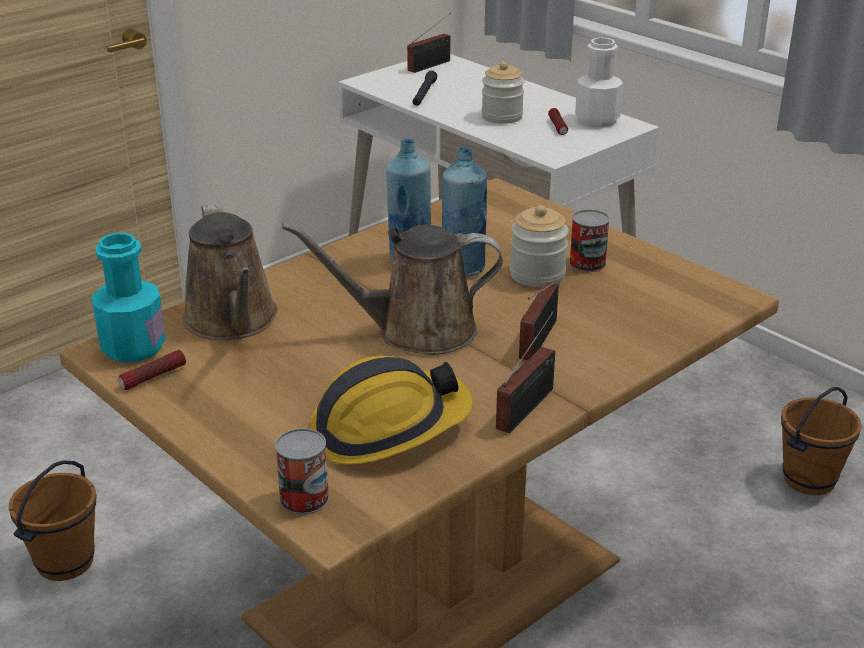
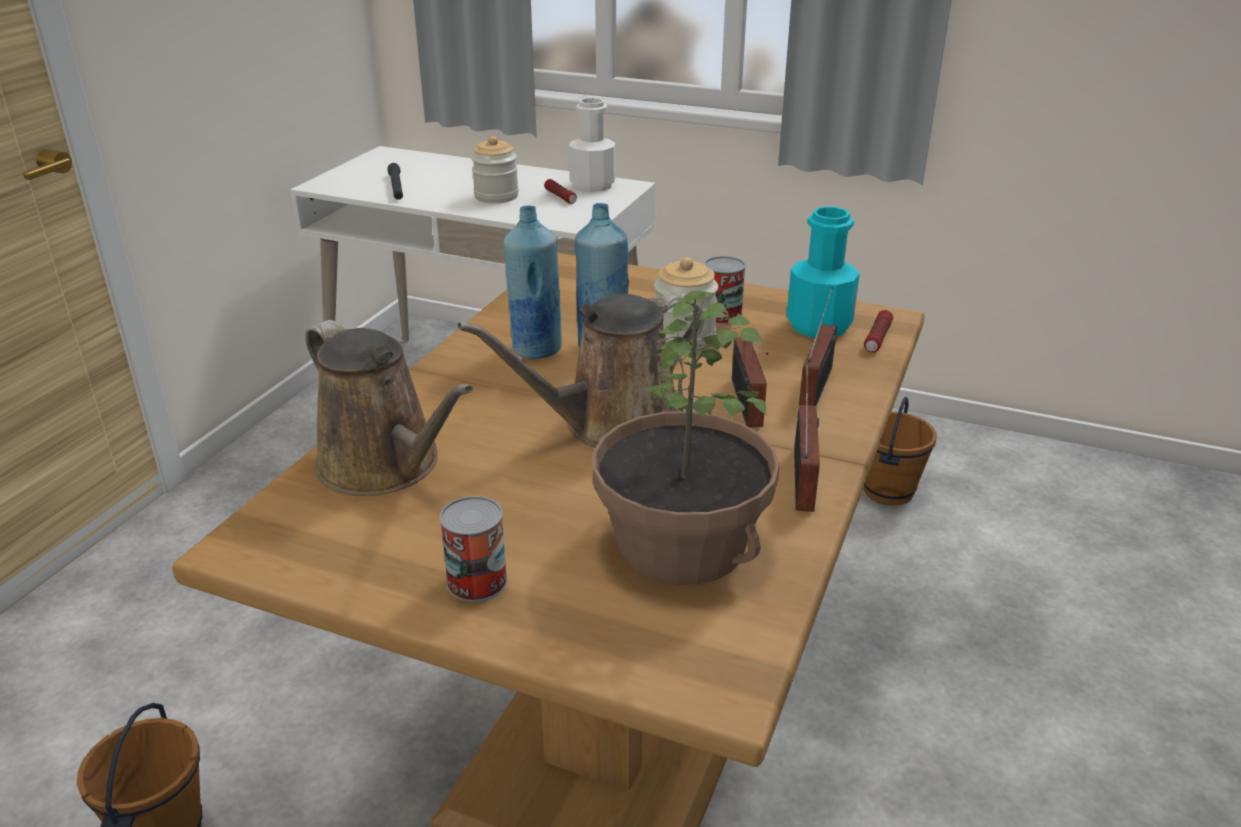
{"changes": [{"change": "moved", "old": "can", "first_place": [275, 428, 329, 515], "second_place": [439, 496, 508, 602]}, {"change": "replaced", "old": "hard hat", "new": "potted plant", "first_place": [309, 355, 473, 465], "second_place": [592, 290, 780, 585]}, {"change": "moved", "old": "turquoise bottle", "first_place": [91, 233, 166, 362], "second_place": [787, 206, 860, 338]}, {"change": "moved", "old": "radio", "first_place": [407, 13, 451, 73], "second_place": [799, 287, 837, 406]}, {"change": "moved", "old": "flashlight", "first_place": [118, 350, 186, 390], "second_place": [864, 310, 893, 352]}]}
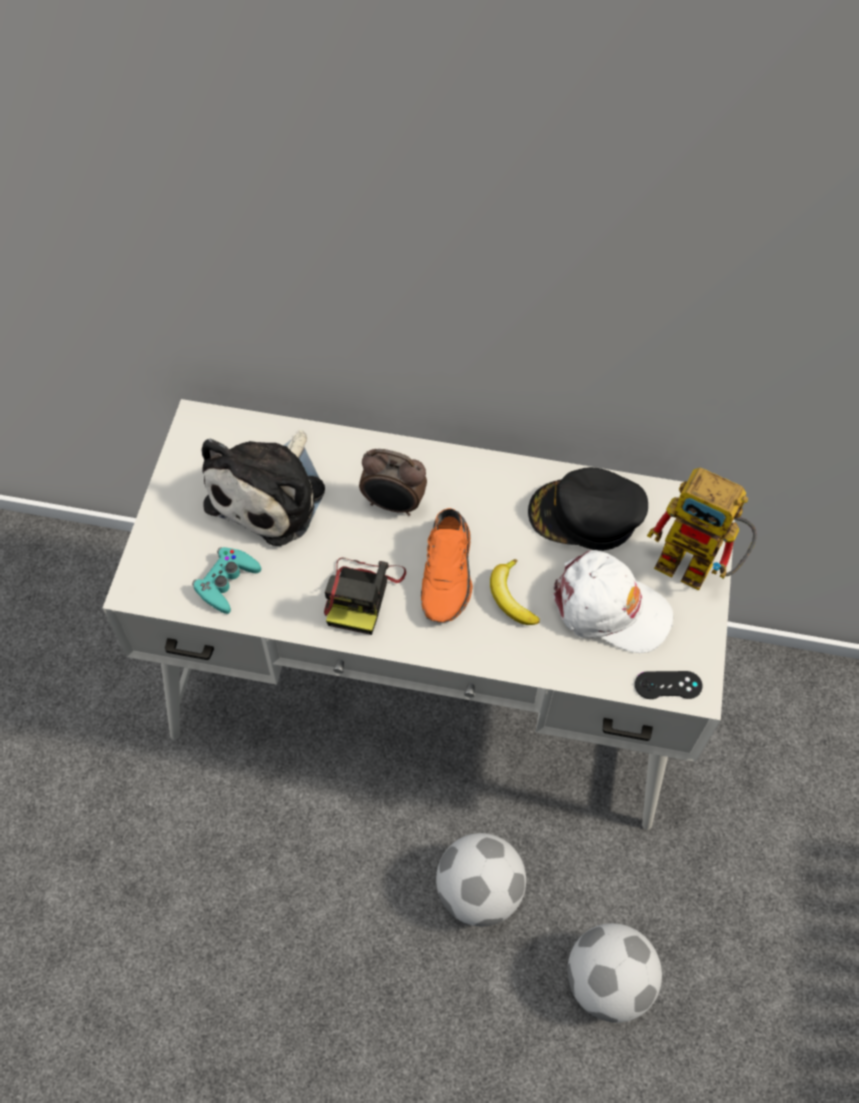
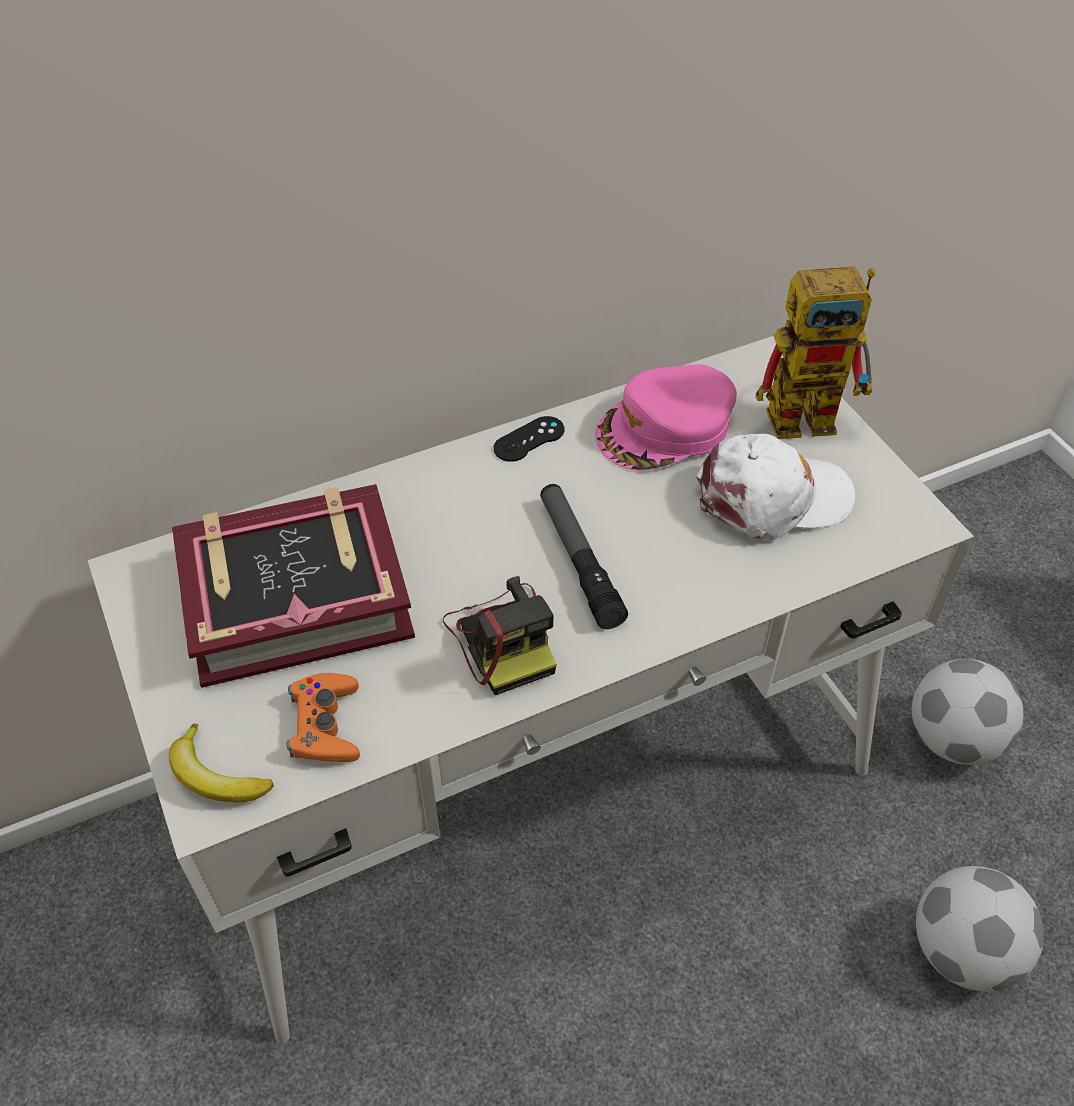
{"changes": [{"change": "moved", "old": "banana", "first_place": [490, 559, 540, 625], "second_place": [169, 723, 274, 802]}, {"change": "replaced", "old": "plush toy", "new": "book", "first_place": [202, 430, 325, 546], "second_place": [172, 484, 415, 688]}, {"change": "recoloured", "old": "turquoise game controller", "new": "orange game controller", "first_place": [192, 547, 261, 614], "second_place": [286, 673, 360, 762]}, {"change": "moved", "old": "black game controller", "first_place": [635, 671, 702, 699], "second_place": [493, 416, 564, 462]}, {"change": "replaced", "old": "orange shoe", "new": "flashlight", "first_place": [421, 508, 473, 622], "second_place": [540, 484, 628, 629]}, {"change": "recoloured", "old": "black cap", "new": "pink cap", "first_place": [528, 467, 648, 551], "second_place": [595, 364, 737, 471]}, {"change": "moved", "old": "football", "first_place": [436, 833, 526, 927], "second_place": [912, 659, 1024, 765]}, {"change": "removed", "old": "alarm clock", "first_place": [359, 449, 427, 516]}]}
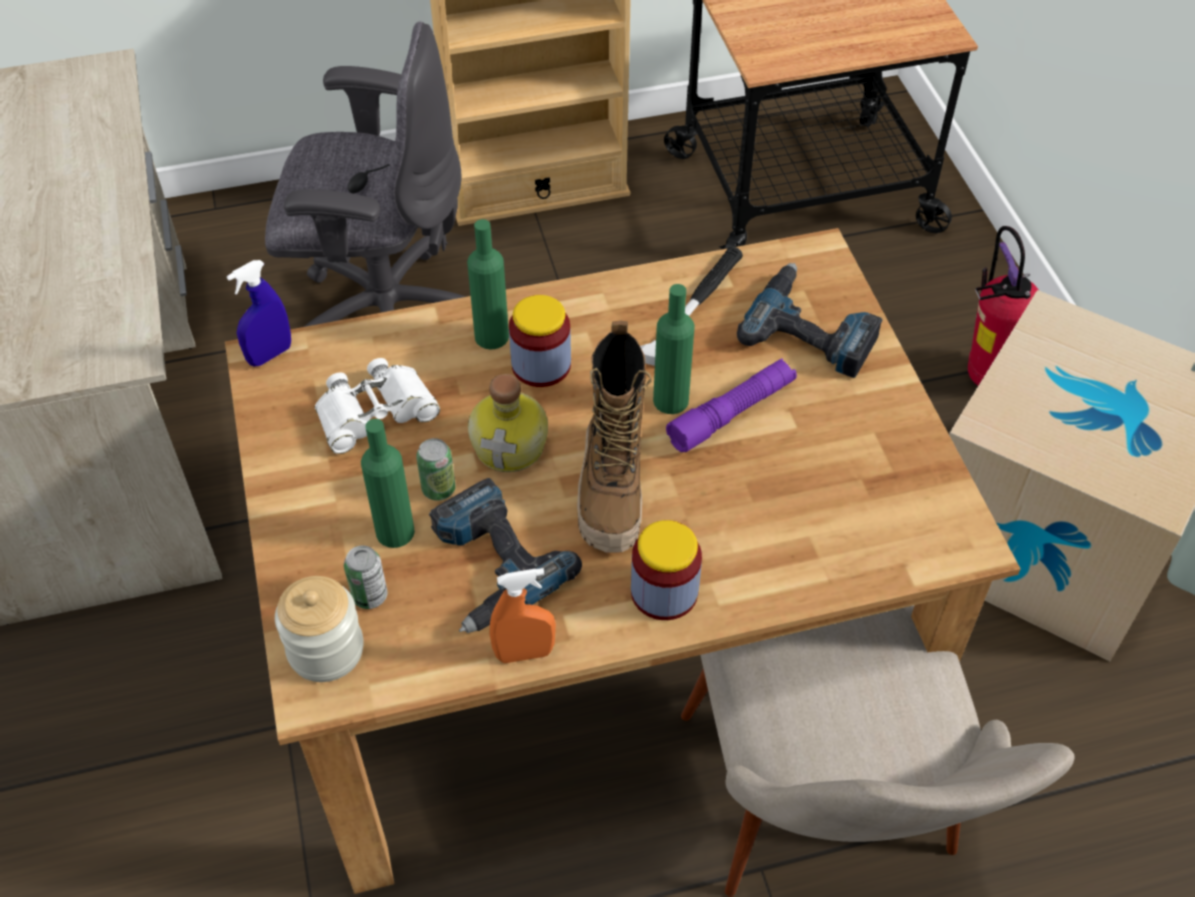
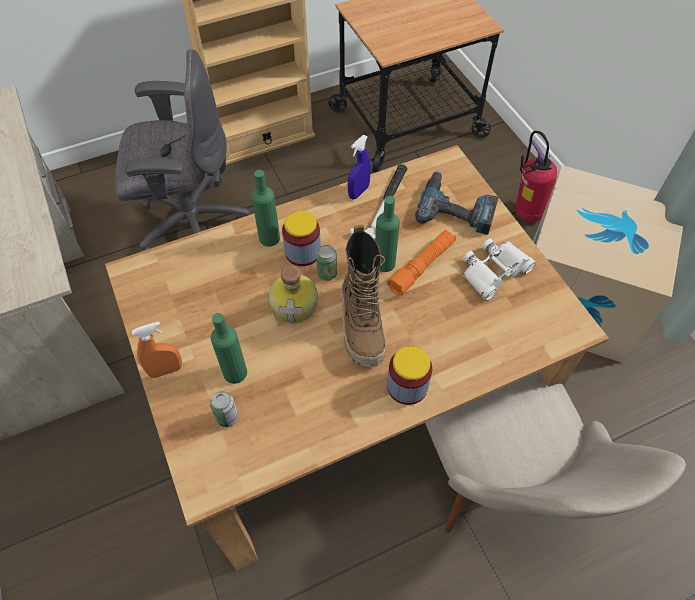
{"changes": [{"change": "moved", "old": "orange spray bottle", "first_place": [490, 568, 556, 663], "second_place": [132, 322, 182, 378]}, {"change": "moved", "old": "can", "first_place": [416, 438, 456, 501], "second_place": [316, 245, 337, 281]}, {"change": "moved", "old": "blue spray bottle", "first_place": [227, 260, 291, 367], "second_place": [348, 135, 371, 200]}, {"change": "recoloured", "old": "purple flashlight", "new": "orange flashlight", "first_place": [666, 358, 797, 452], "second_place": [387, 229, 456, 295]}, {"change": "moved", "old": "white binoculars", "first_place": [315, 358, 440, 454], "second_place": [462, 238, 536, 301]}, {"change": "removed", "old": "jar", "first_place": [275, 576, 364, 682]}, {"change": "removed", "old": "power drill", "first_place": [429, 478, 582, 633]}]}
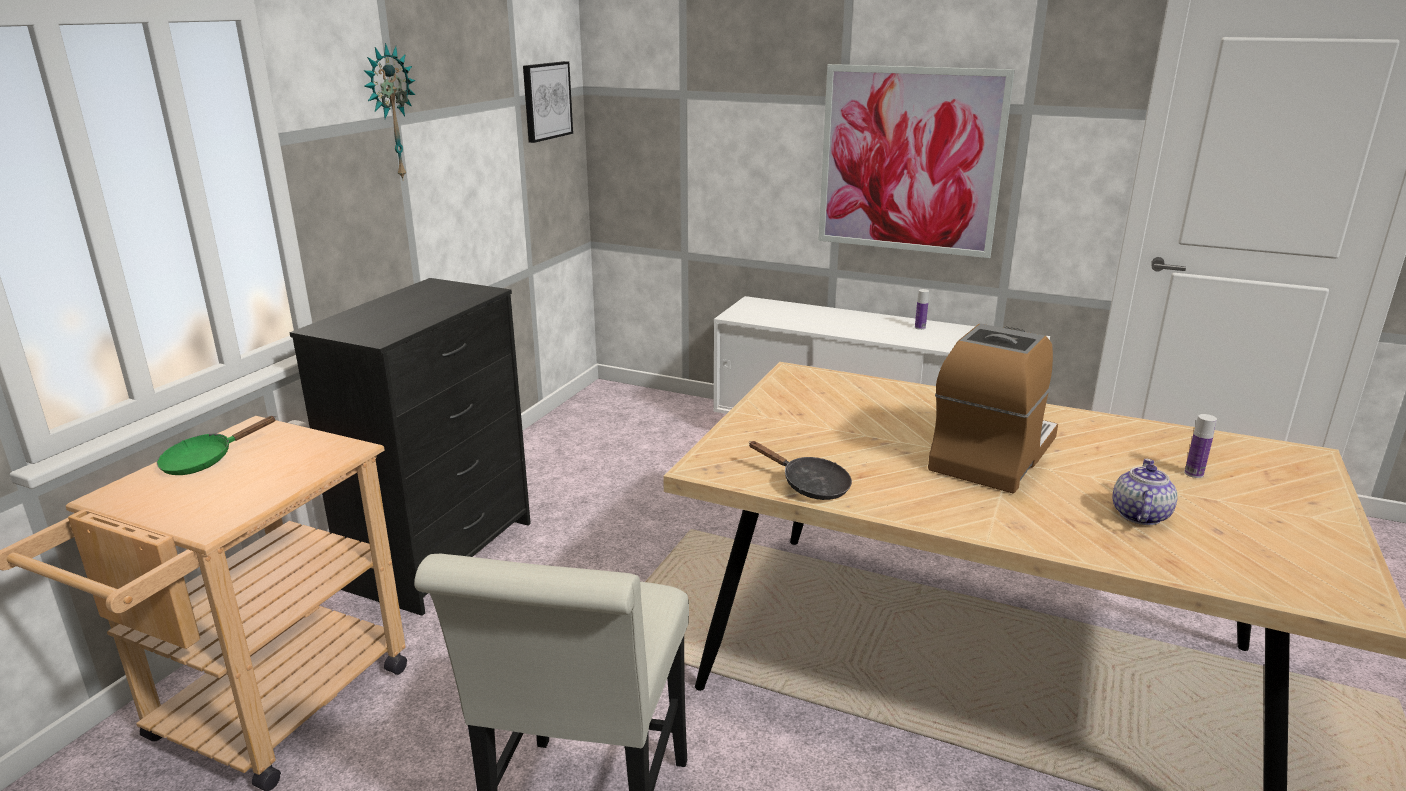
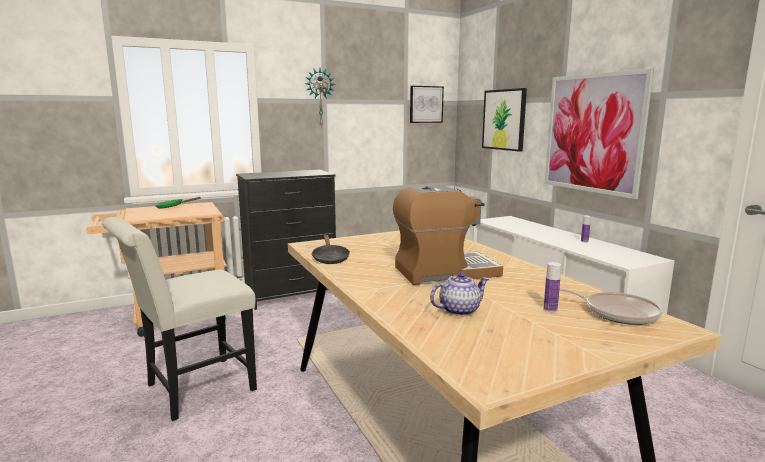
{"changes": [{"change": "added", "new": "picture", "second_place": [482, 88, 527, 152]}, {"change": "added", "new": "frying pan", "second_place": [559, 288, 663, 325]}]}
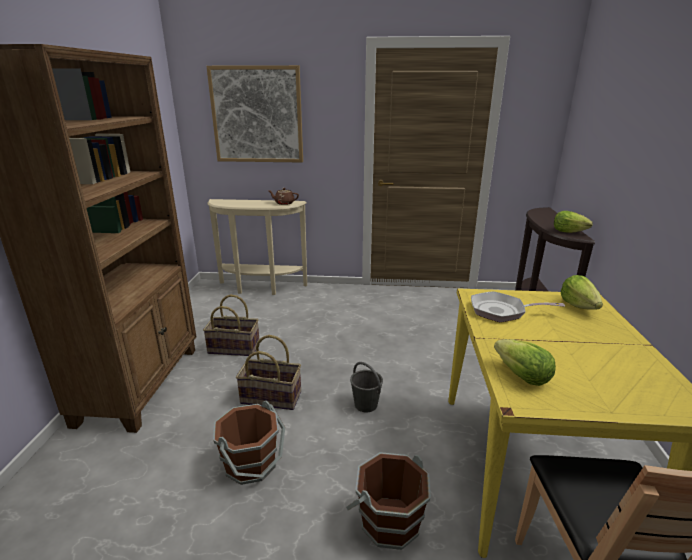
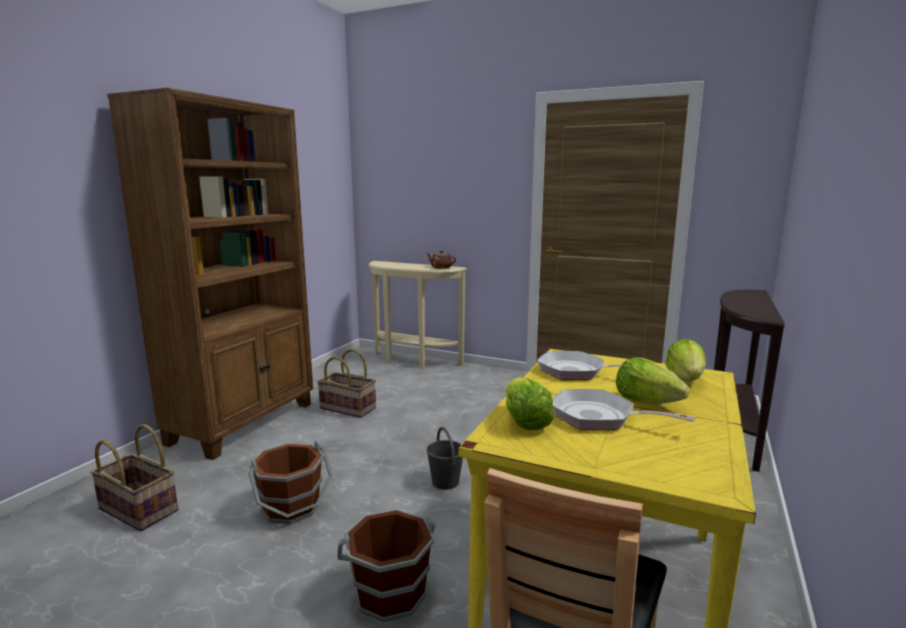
{"changes": [{"change": "moved", "old": "basket", "first_place": [236, 335, 301, 410], "second_place": [90, 424, 178, 531]}, {"change": "added", "new": "frying pan", "second_place": [553, 389, 695, 430]}, {"change": "moved", "old": "lettuce", "first_place": [554, 211, 593, 233], "second_place": [616, 357, 690, 404]}, {"change": "removed", "old": "picture", "first_place": [206, 65, 303, 163]}]}
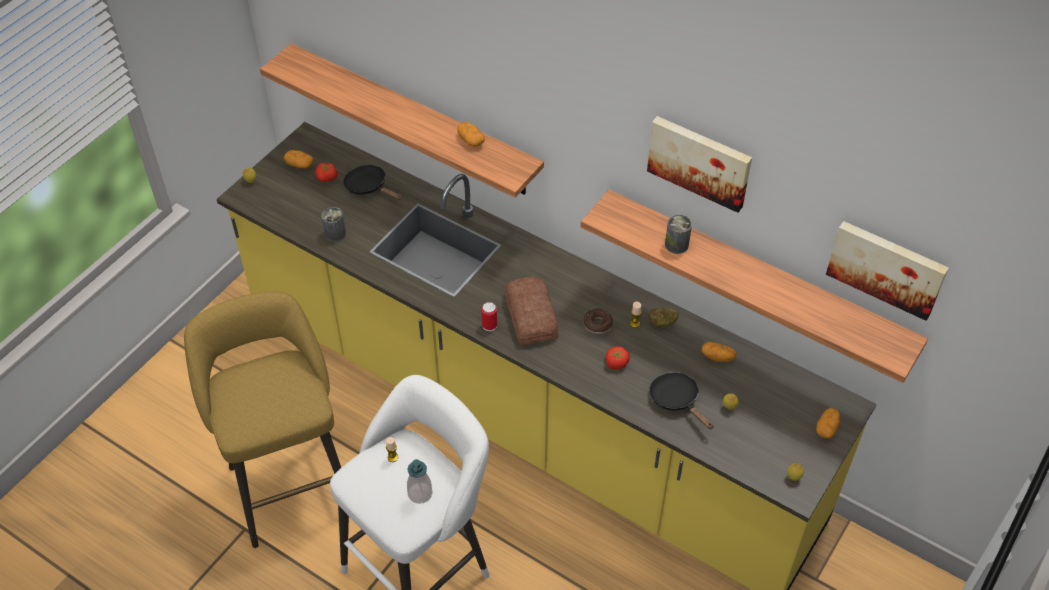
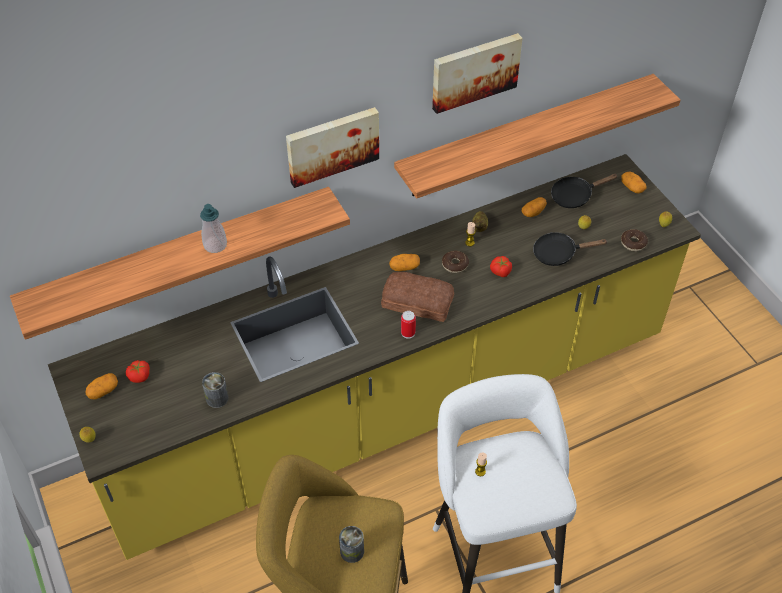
{"changes": [{"change": "moved", "old": "soap dispenser", "first_place": [407, 459, 433, 504], "second_place": [200, 204, 227, 253]}, {"change": "moved", "old": "picture", "first_place": [826, 221, 949, 321], "second_place": [286, 107, 379, 188]}, {"change": "moved", "old": "can", "first_place": [665, 215, 692, 254], "second_place": [339, 526, 364, 563]}, {"change": "moved", "old": "potato", "first_place": [457, 122, 485, 147], "second_place": [389, 254, 420, 271]}, {"change": "moved", "old": "black frying pan", "first_place": [343, 165, 402, 200], "second_place": [551, 174, 618, 208]}, {"change": "added", "new": "donut", "second_place": [621, 229, 648, 252]}]}
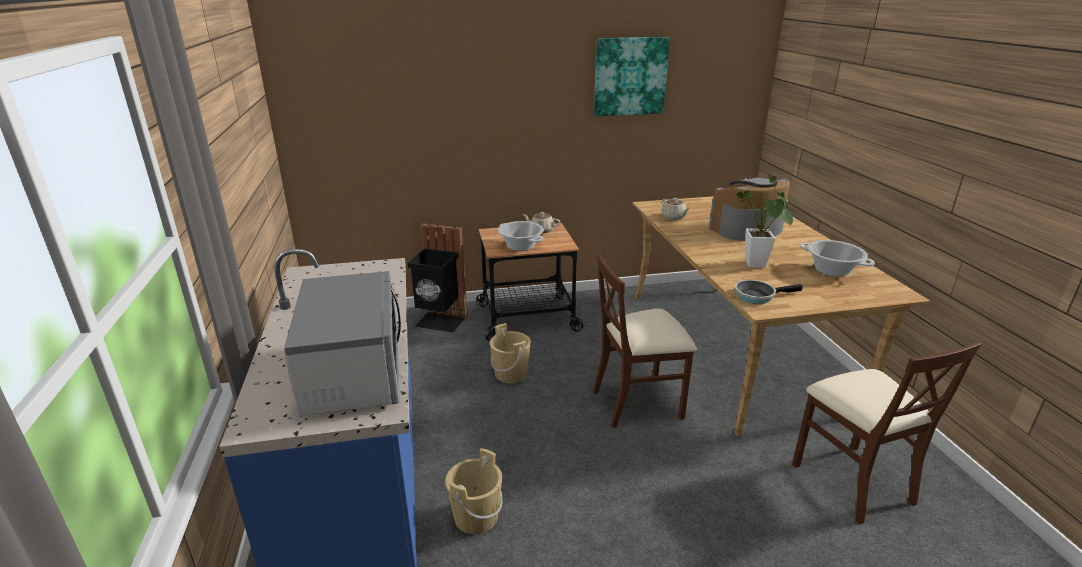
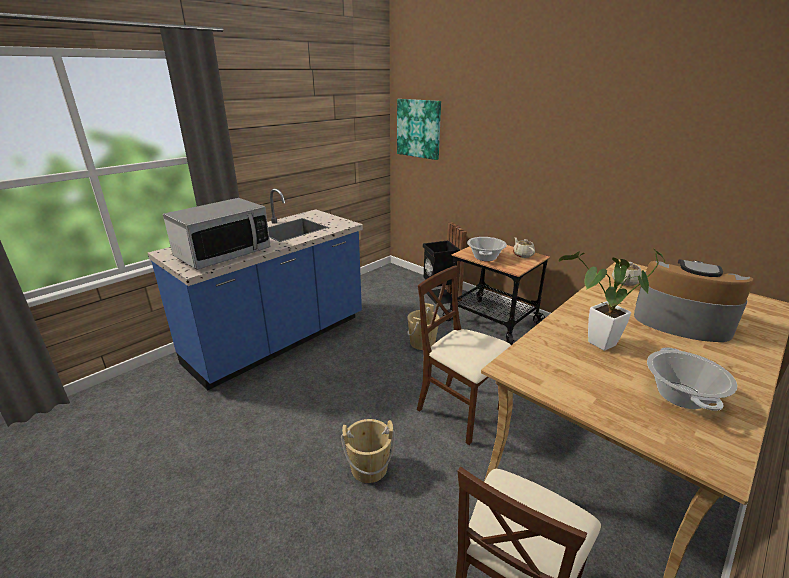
{"changes": [{"change": "moved", "old": "beige bucket", "first_place": [445, 448, 503, 534], "second_place": [341, 419, 395, 483]}, {"change": "moved", "old": "picture", "first_place": [594, 37, 670, 116], "second_place": [397, 99, 441, 160]}, {"change": "removed", "old": "frying pan", "first_place": [734, 280, 803, 304]}]}
